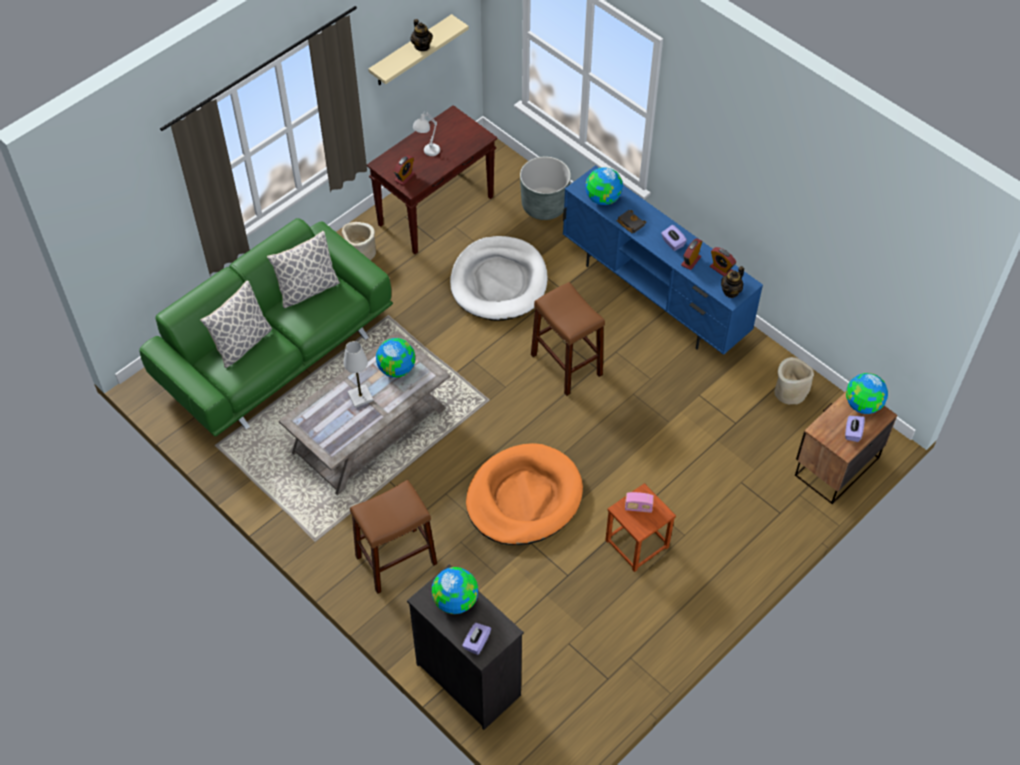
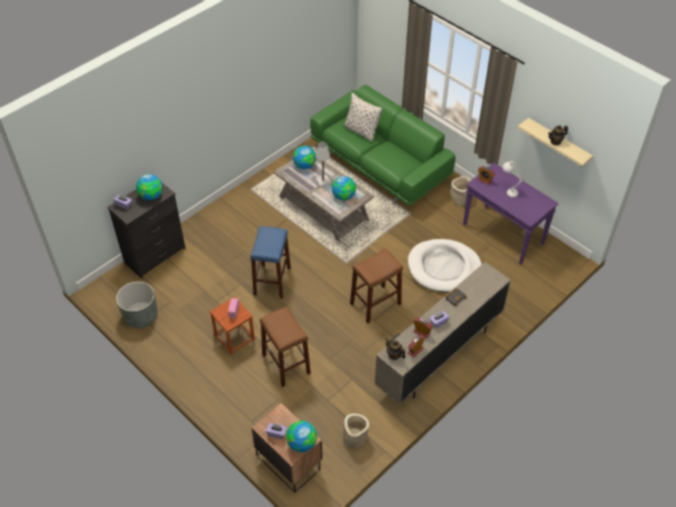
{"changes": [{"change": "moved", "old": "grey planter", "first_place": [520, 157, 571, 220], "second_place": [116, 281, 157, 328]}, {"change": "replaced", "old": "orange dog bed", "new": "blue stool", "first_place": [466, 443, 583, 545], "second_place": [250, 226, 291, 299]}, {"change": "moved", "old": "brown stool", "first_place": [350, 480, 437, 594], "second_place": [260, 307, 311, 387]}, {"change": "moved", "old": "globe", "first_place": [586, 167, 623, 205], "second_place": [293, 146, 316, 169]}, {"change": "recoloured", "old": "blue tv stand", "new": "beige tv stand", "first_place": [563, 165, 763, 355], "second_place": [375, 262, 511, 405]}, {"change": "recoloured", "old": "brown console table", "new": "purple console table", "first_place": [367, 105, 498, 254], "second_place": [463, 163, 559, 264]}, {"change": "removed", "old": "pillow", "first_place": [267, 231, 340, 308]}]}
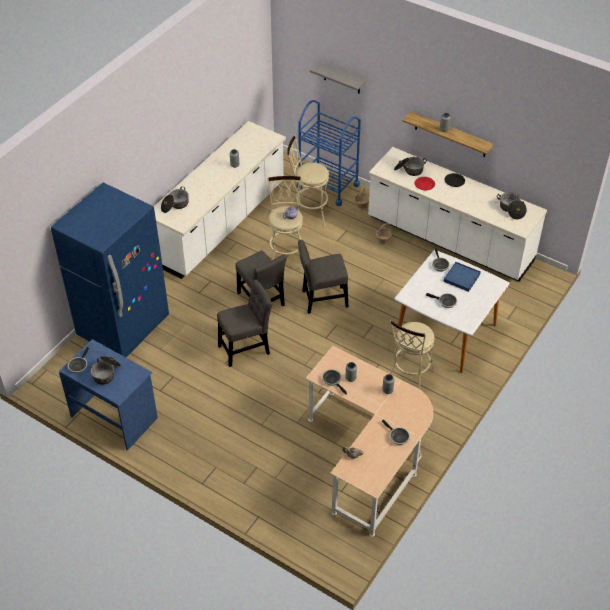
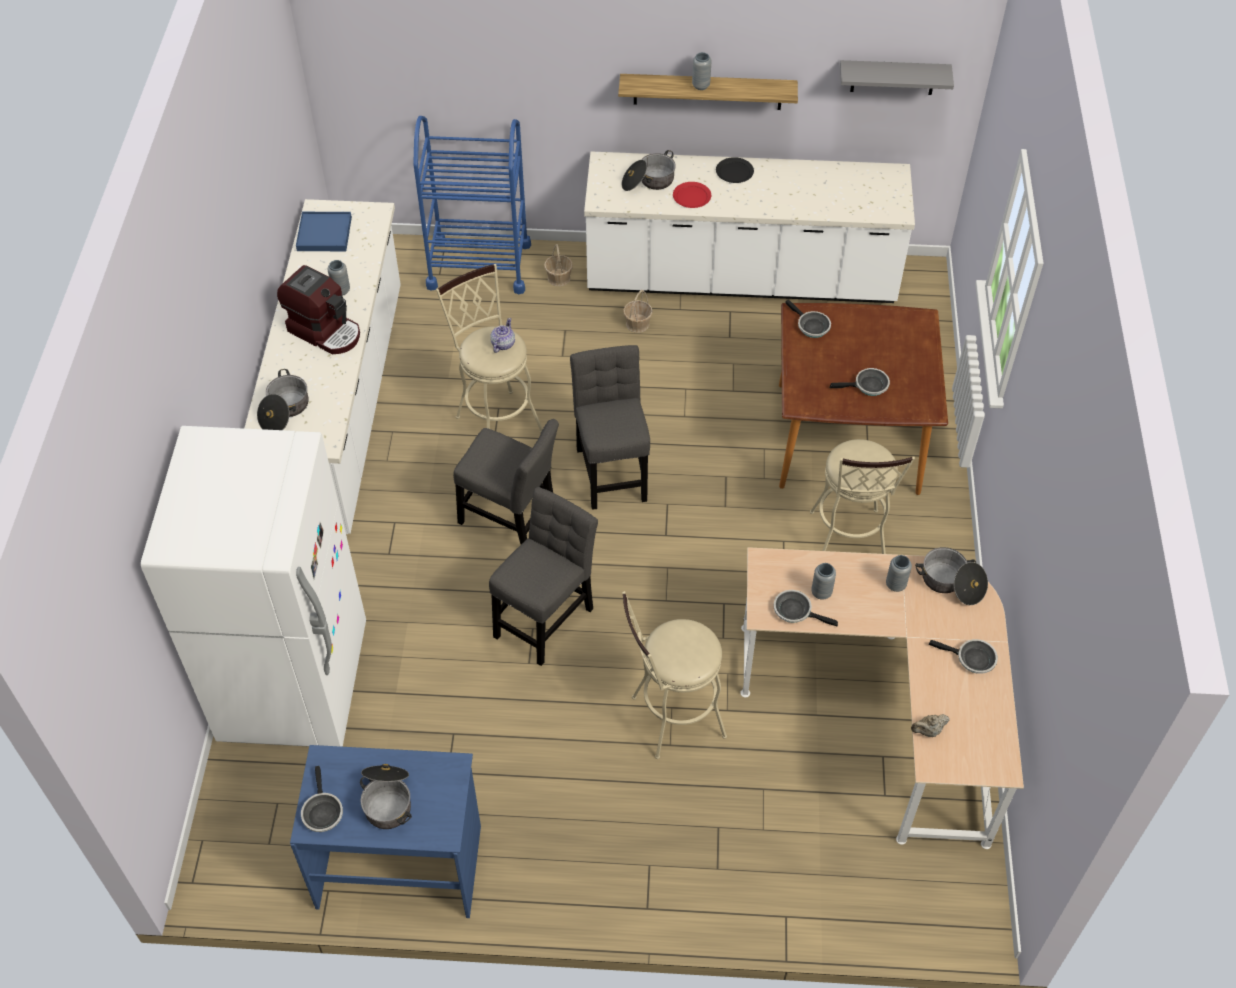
{"changes": [{"change": "recoloured", "old": "blue fridge", "new": "white fridge", "first_place": [51, 182, 169, 357], "second_place": [141, 426, 366, 747]}, {"change": "added", "new": "coffee machine", "second_place": [277, 265, 360, 354]}, {"change": "moved", "old": "blue tray", "first_place": [444, 262, 481, 292], "second_place": [296, 212, 352, 251]}, {"change": "turned", "old": "grey chair", "first_place": [298, 239, 349, 314], "second_place": [570, 345, 650, 510], "degrees": 120}, {"change": "moved", "old": "beige stool", "first_place": [287, 135, 331, 228], "second_place": [622, 591, 727, 759]}, {"change": "recoloured", "old": "white dining table", "new": "brown dining table", "first_place": [394, 250, 510, 373], "second_place": [779, 303, 948, 495]}, {"change": "moved", "old": "grey shelf", "first_place": [310, 62, 366, 94], "second_place": [840, 60, 954, 95]}, {"change": "moved", "old": "cooking pot", "first_place": [497, 192, 527, 220], "second_place": [915, 547, 988, 605]}]}
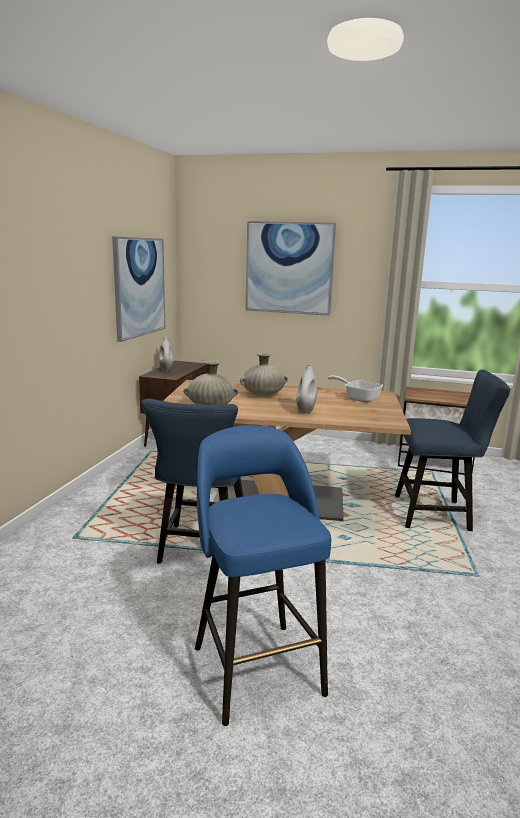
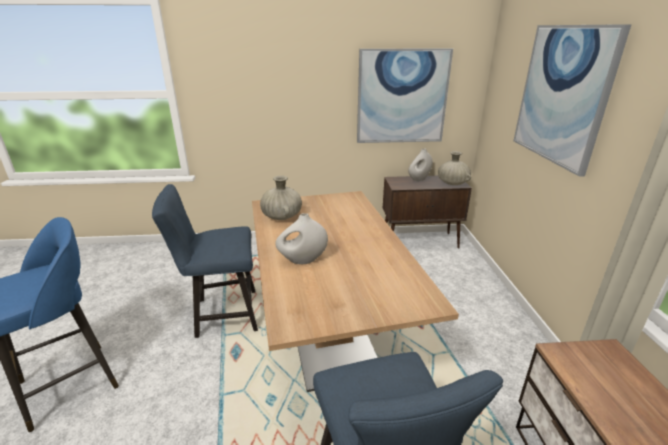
{"changes": [{"change": "moved", "old": "beige vase", "first_place": [240, 352, 288, 396], "second_place": [438, 151, 471, 185]}, {"change": "removed", "old": "frying pan", "first_place": [327, 375, 383, 402]}]}
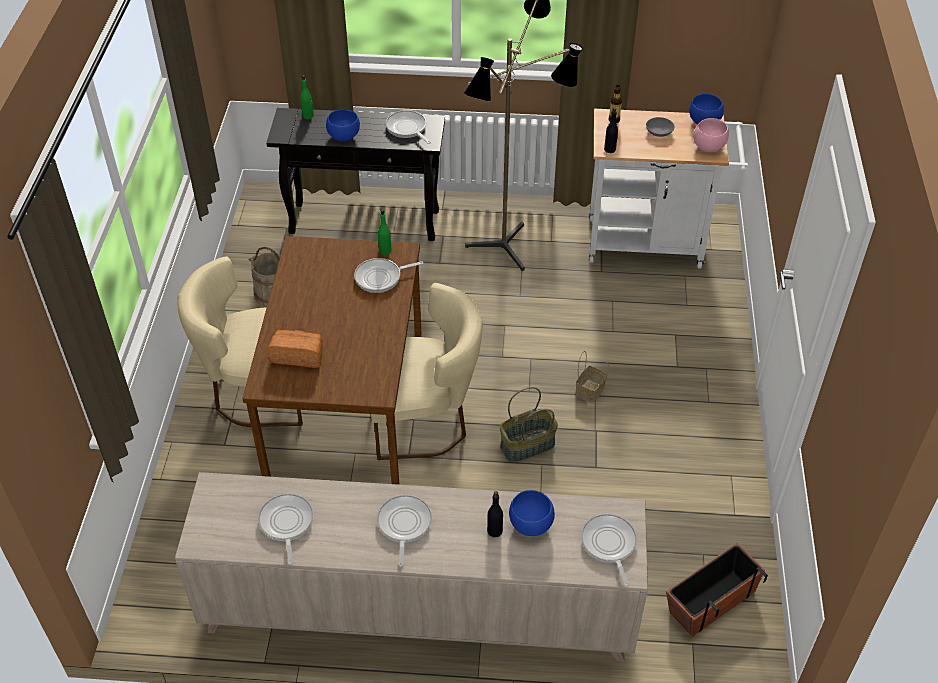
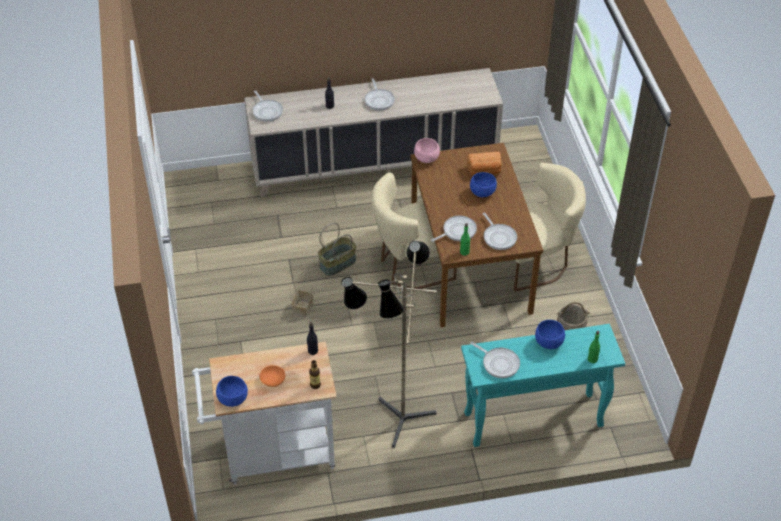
{"changes": [{"change": "recoloured", "old": "grey bowl", "new": "orange bowl", "first_place": [646, 117, 675, 137], "second_place": [259, 365, 285, 387]}, {"change": "moved", "old": "pink bowl", "first_place": [693, 118, 729, 152], "second_place": [414, 138, 440, 163]}, {"change": "recoloured", "old": "black console table", "new": "turquoise console table", "first_place": [266, 108, 445, 241], "second_place": [461, 324, 625, 447]}, {"change": "moved", "old": "blue bowl", "first_place": [509, 490, 555, 536], "second_place": [470, 172, 497, 197]}, {"change": "moved", "old": "frying pan", "first_place": [258, 493, 313, 564], "second_place": [483, 212, 517, 250]}, {"change": "removed", "old": "planter", "first_place": [666, 543, 768, 637]}]}
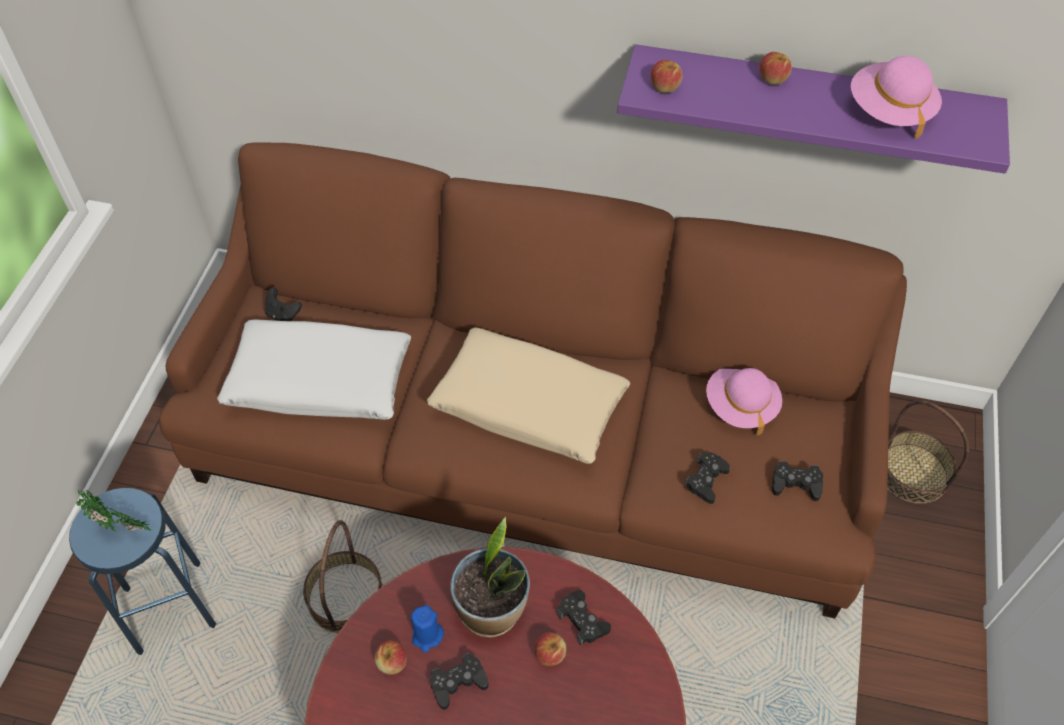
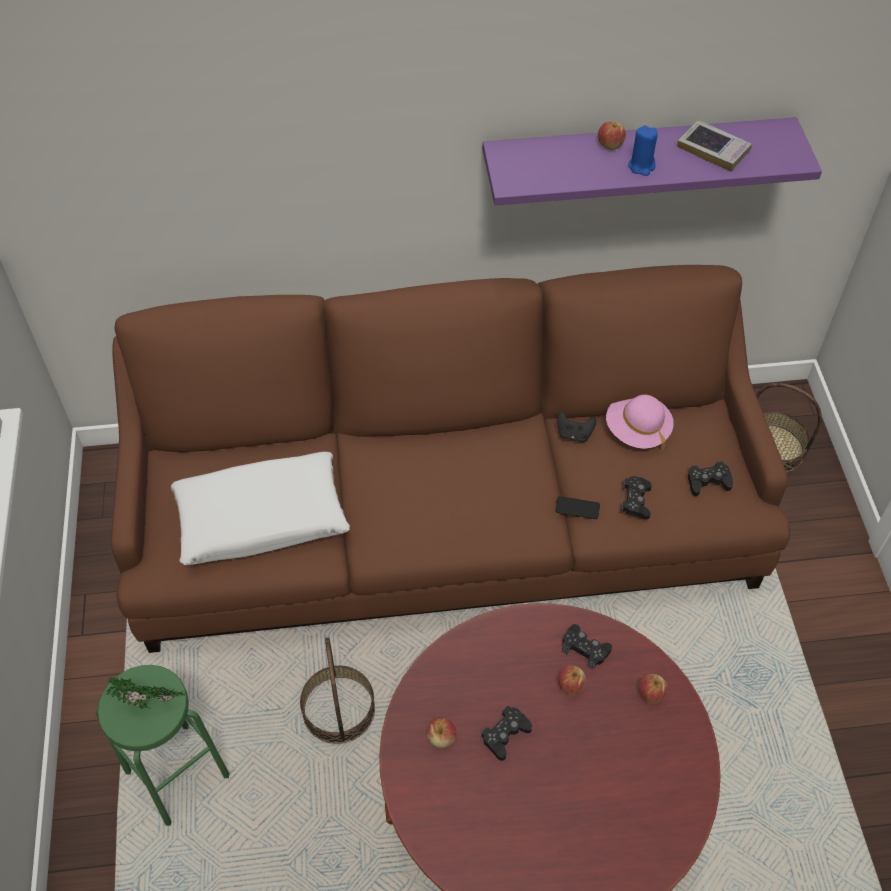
{"changes": [{"change": "recoloured", "old": "blue stool", "new": "green stool", "first_place": [69, 488, 216, 655], "second_place": [95, 665, 229, 826]}, {"change": "added", "new": "phone", "second_place": [555, 496, 600, 519]}, {"change": "moved", "old": "black game controller", "first_place": [264, 287, 302, 321], "second_place": [557, 411, 596, 442]}, {"change": "moved", "old": "blue candle", "first_place": [411, 605, 444, 652], "second_place": [628, 126, 658, 176]}, {"change": "moved", "old": "apple", "first_place": [651, 60, 683, 93], "second_place": [638, 674, 668, 704]}, {"change": "replaced", "old": "pink hat", "new": "book", "first_place": [851, 56, 942, 139], "second_place": [677, 120, 752, 172]}, {"change": "removed", "old": "beige pillow", "first_place": [427, 327, 630, 464]}, {"change": "removed", "old": "potted plant", "first_place": [450, 517, 530, 638]}]}
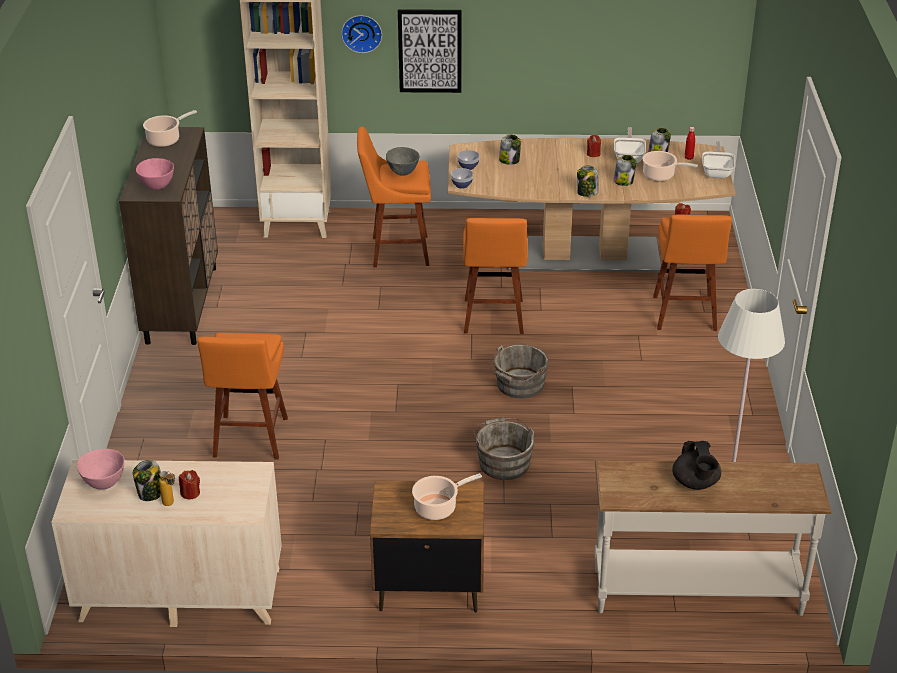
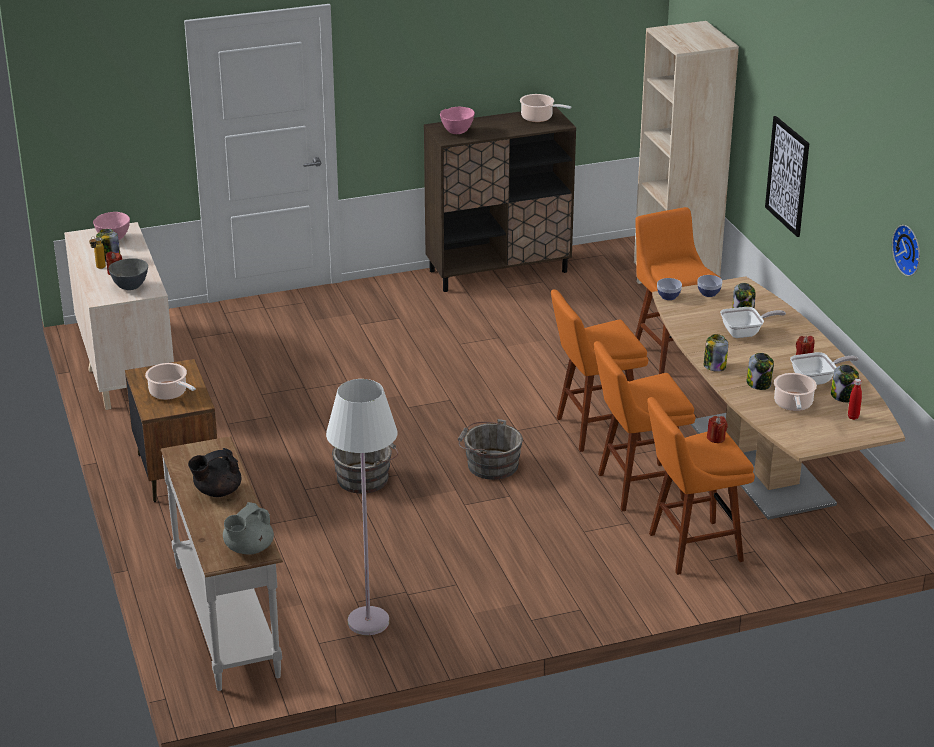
{"changes": [{"change": "moved", "old": "grey bowl", "first_place": [386, 147, 420, 176], "second_place": [108, 258, 148, 290]}, {"change": "added", "new": "grey teapot", "second_place": [223, 502, 274, 555]}, {"change": "moved", "old": "orange stool", "first_place": [197, 333, 288, 460], "second_place": [594, 341, 695, 512]}, {"change": "moved", "old": "frying pan", "first_place": [702, 141, 735, 178], "second_place": [720, 307, 786, 338]}, {"change": "moved", "old": "wall clock", "first_place": [341, 15, 382, 53], "second_place": [892, 225, 920, 276]}]}
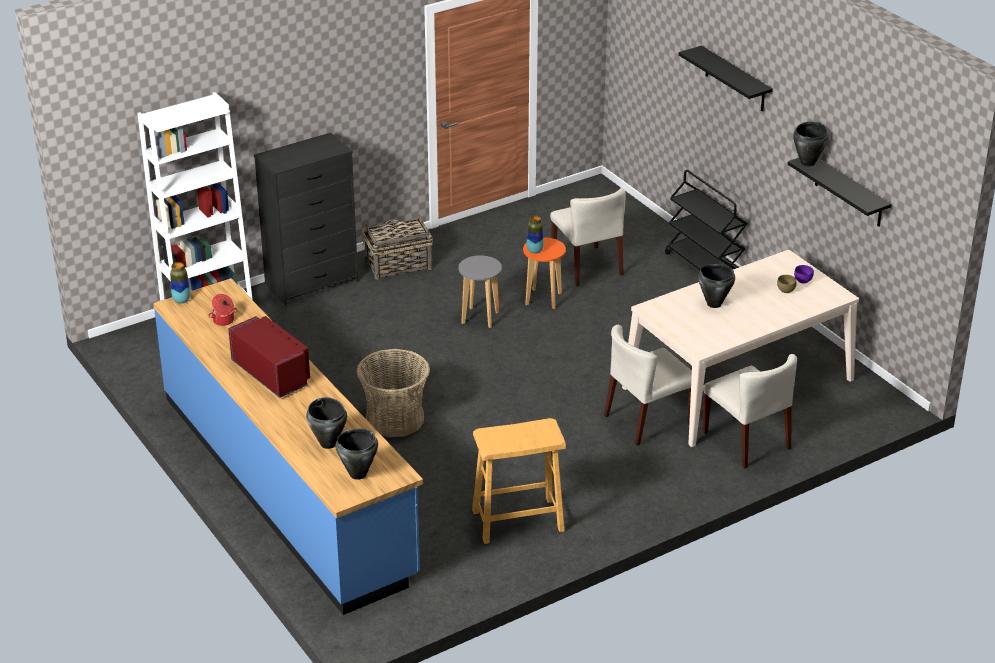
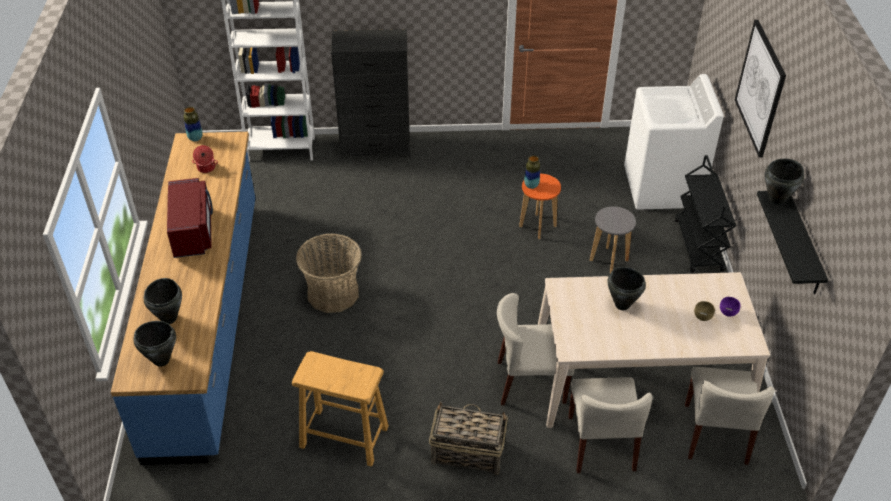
{"changes": [{"change": "moved", "old": "basket", "first_place": [363, 214, 433, 280], "second_place": [429, 402, 508, 475]}, {"change": "moved", "old": "grey stool", "first_place": [458, 255, 502, 328], "second_place": [590, 206, 636, 273]}, {"change": "added", "new": "white washing machine", "second_place": [624, 74, 724, 210]}, {"change": "moved", "old": "beige chair", "first_place": [550, 188, 626, 286], "second_place": [685, 367, 774, 465]}, {"change": "replaced", "old": "black shelf", "new": "picture", "first_place": [678, 46, 773, 111], "second_place": [735, 20, 786, 158]}]}
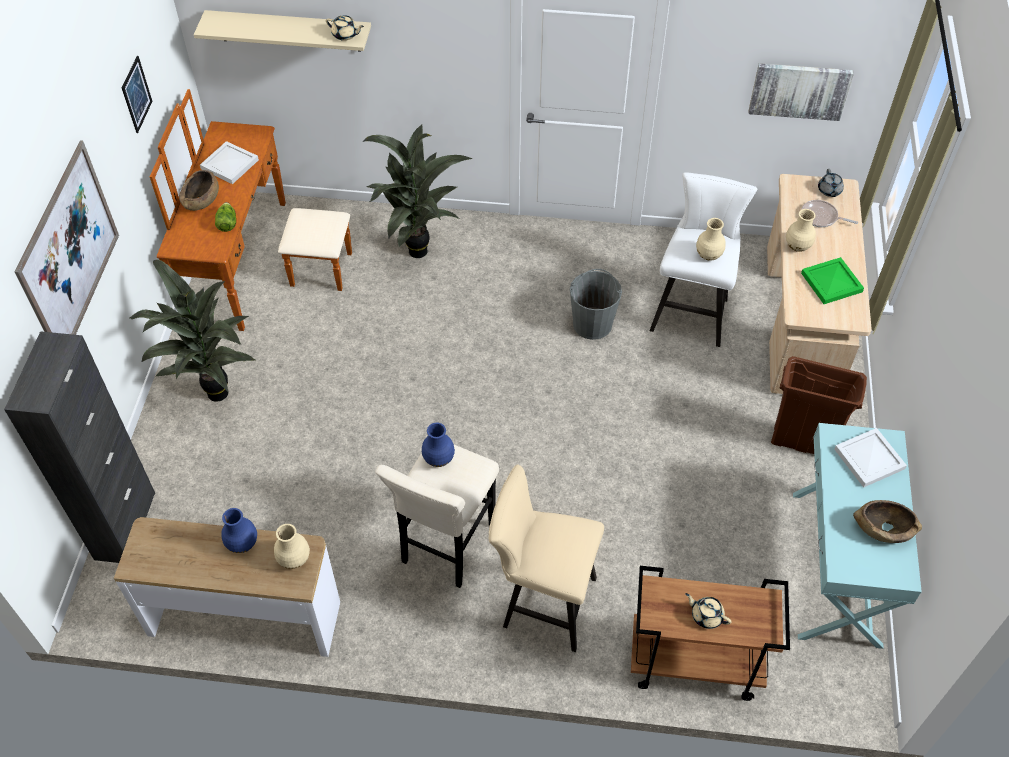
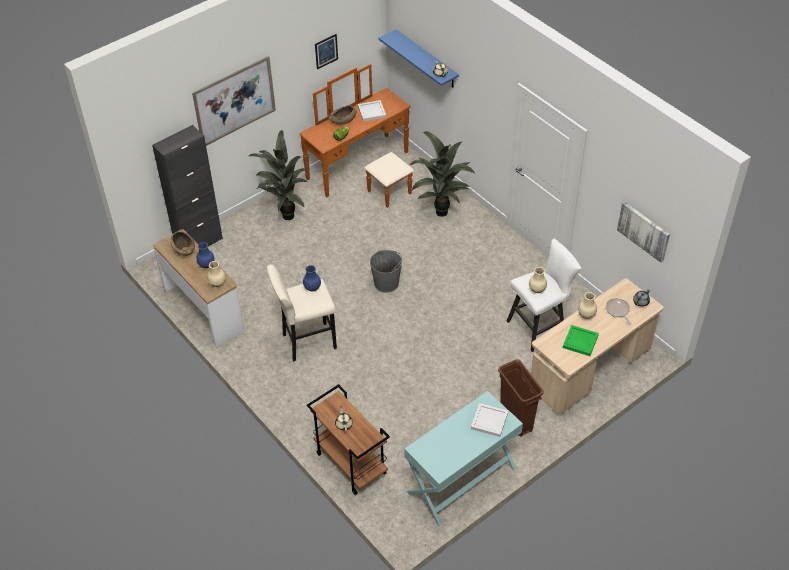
{"changes": [{"change": "moved", "old": "brown bowl", "first_place": [853, 500, 922, 543], "second_place": [171, 231, 195, 256]}, {"change": "moved", "old": "grey bucket", "first_place": [570, 269, 622, 340], "second_place": [370, 250, 402, 293]}, {"change": "recoloured", "old": "beige shelf", "new": "blue shelf", "first_place": [194, 10, 371, 52], "second_place": [379, 29, 459, 87]}, {"change": "removed", "old": "beige stool", "first_place": [489, 464, 604, 652]}]}
